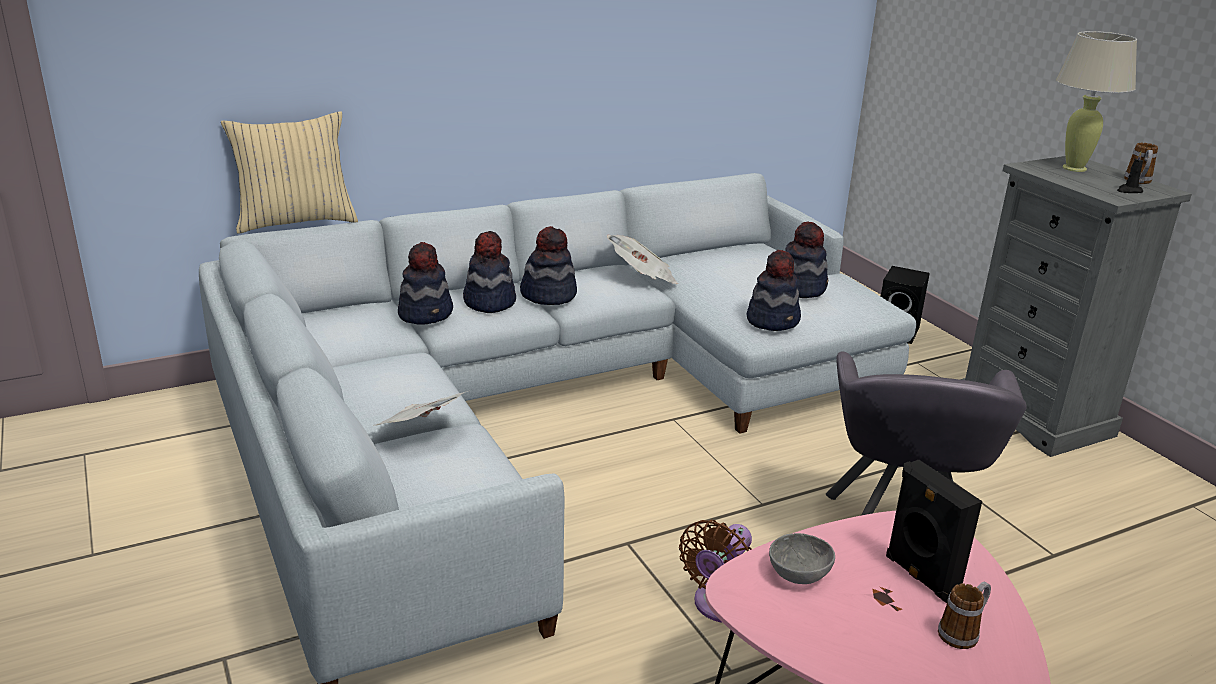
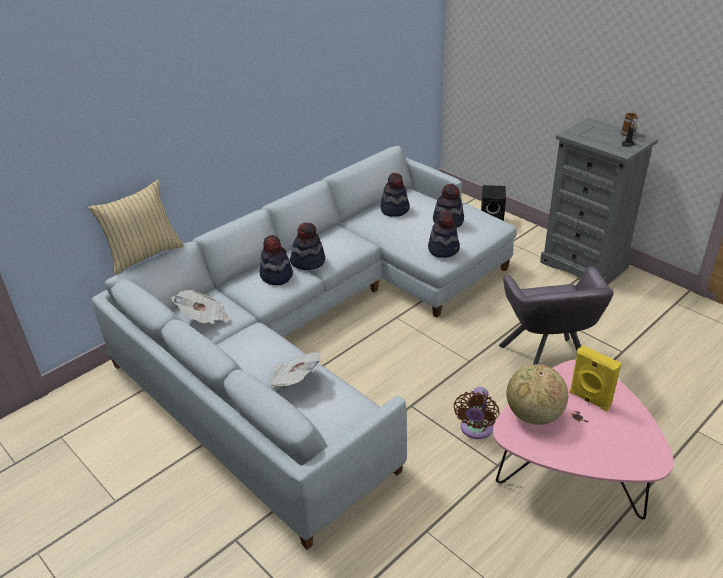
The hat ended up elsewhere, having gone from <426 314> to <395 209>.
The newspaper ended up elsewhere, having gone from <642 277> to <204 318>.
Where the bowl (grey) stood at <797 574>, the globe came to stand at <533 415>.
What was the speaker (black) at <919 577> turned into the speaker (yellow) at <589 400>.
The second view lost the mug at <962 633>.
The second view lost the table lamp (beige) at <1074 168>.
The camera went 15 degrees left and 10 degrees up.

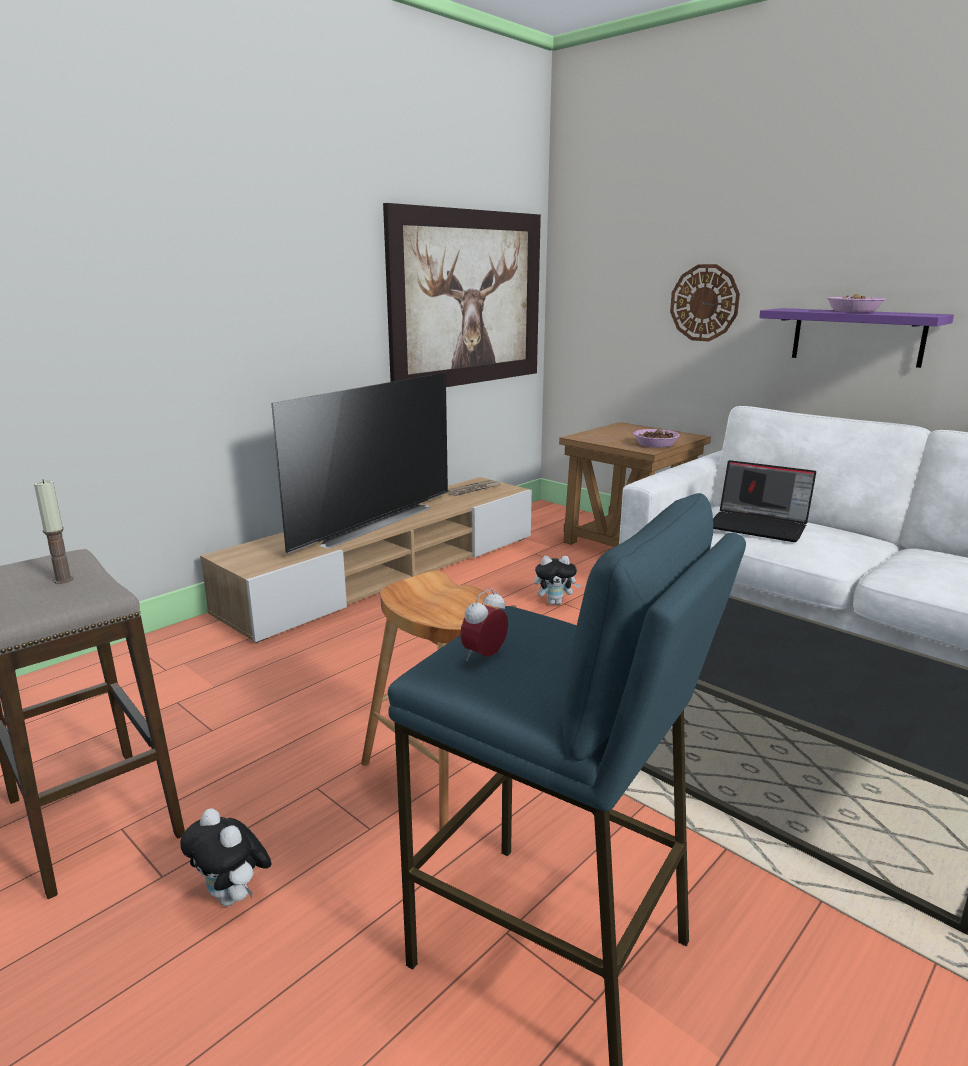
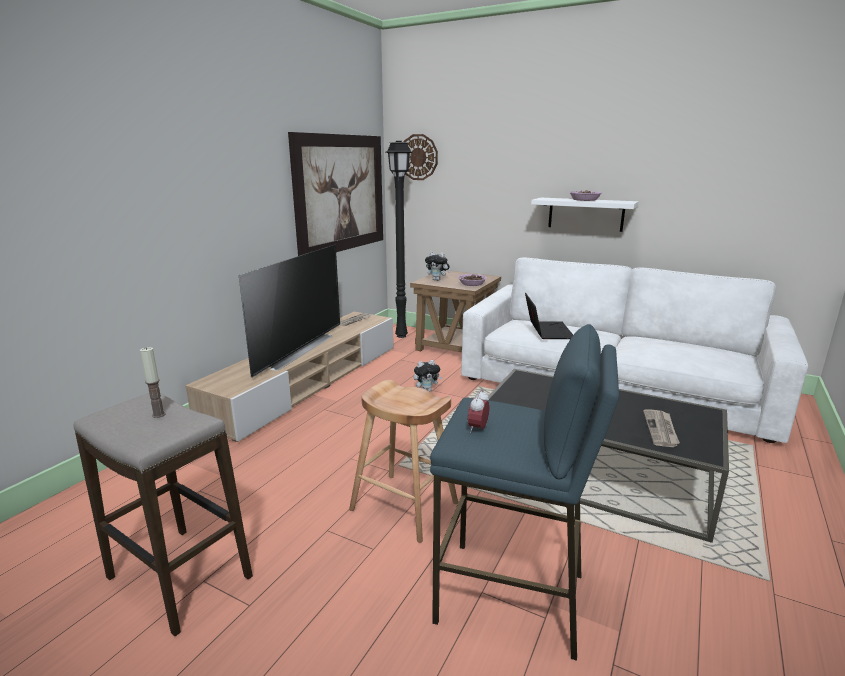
The plush toy ended up elsewhere, having gone from <233 897> to <437 280>.
The wall clock ended up elsewhere, having gone from <704 303> to <418 157>.
The laptop at <759 526> ended up facing another way, 105 degrees counterclockwise from before.
What was the shelf (purple) at <857 336> turned into the shelf (white) at <585 214>.
The second view gained the floor lamp (black) at <401 335>.
The second view gained the newspaper at <661 430>.
The camera went 15 degrees left and 0 degrees up.

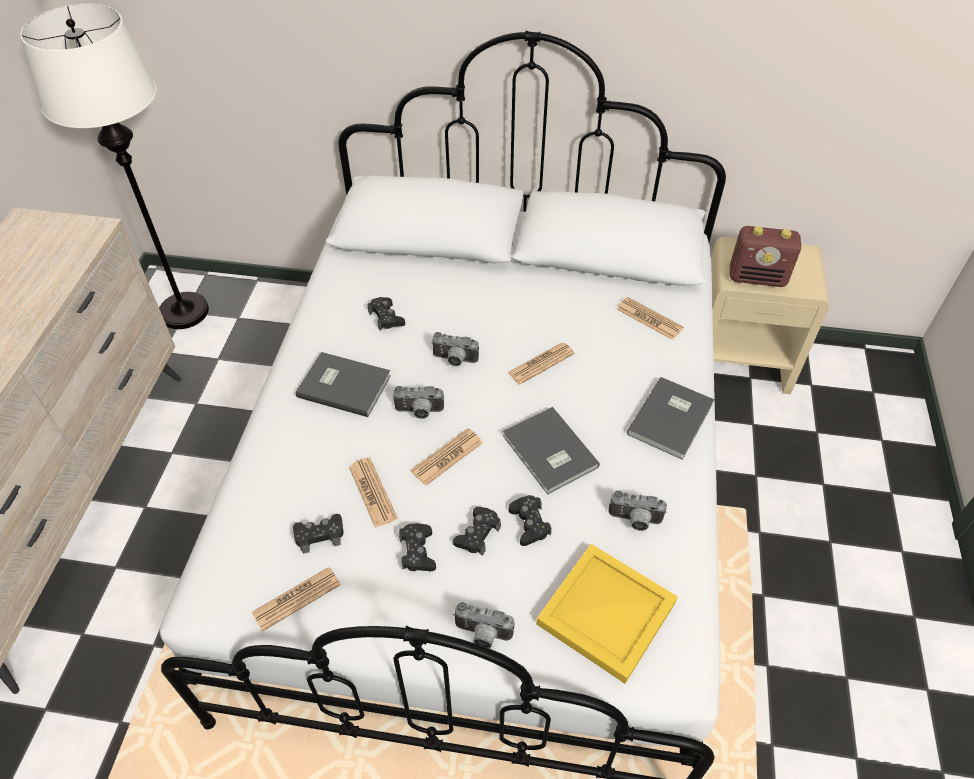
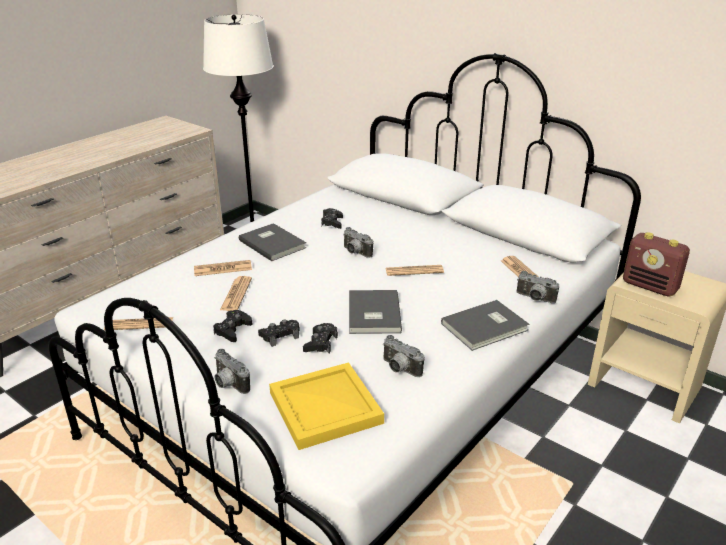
The second view lost the game controller (black) at <320 535>.
The photo camera ended up elsewhere, having gone from <419 412> to <534 299>.
The newspaper ended up elsewhere, having gone from <447 457> to <223 269>.
The camera went 30 degrees right and 20 degrees down.

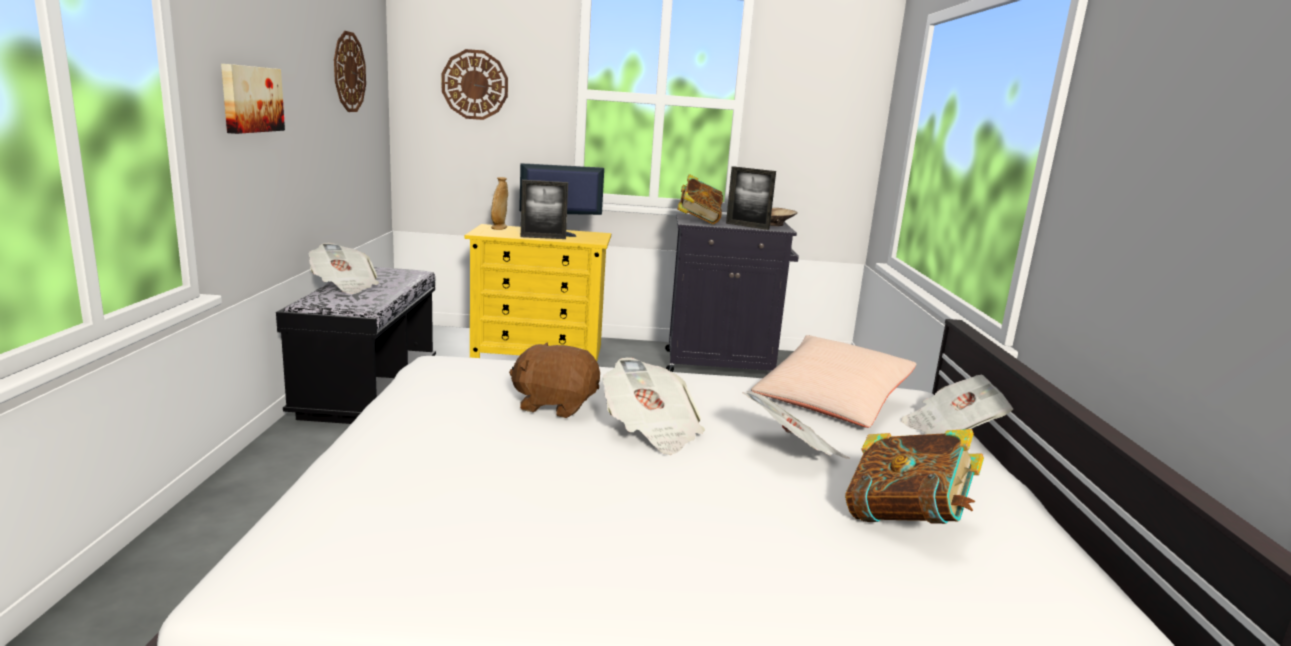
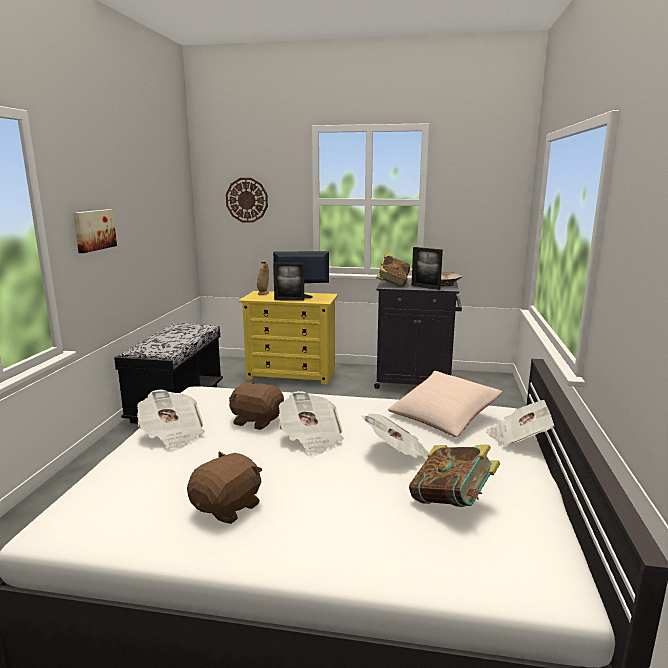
The newspaper ended up elsewhere, having gone from <344 286> to <172 435>.
The second view lost the wall clock at <349 72>.
The second view gained the plush toy (brown) at <228 507>.
The camera went 10 degrees right and 0 degrees up.

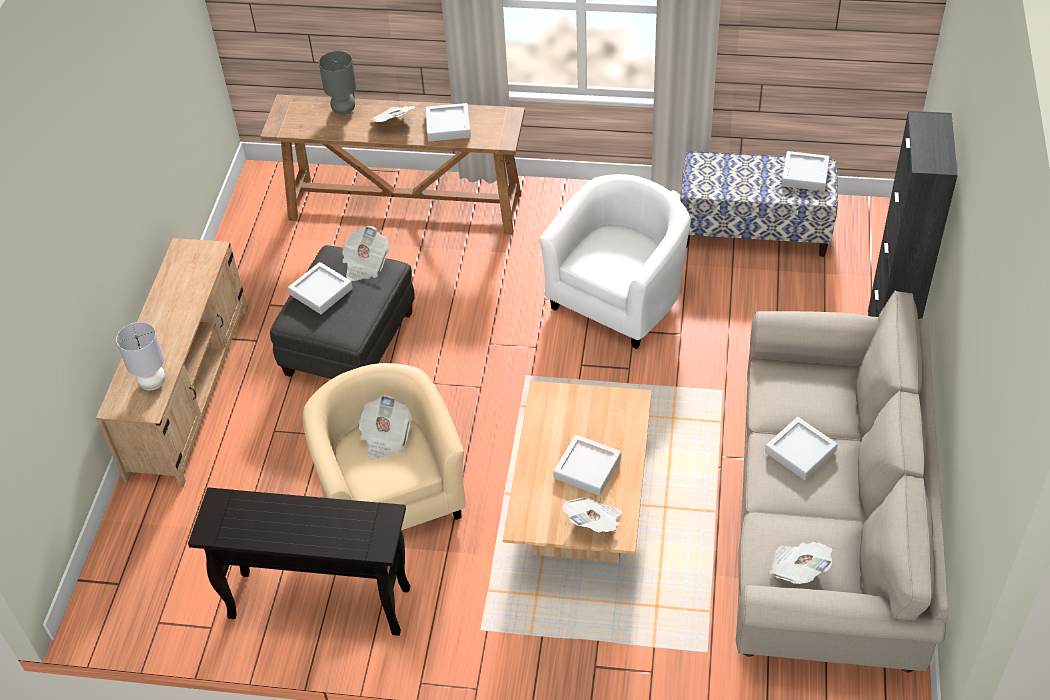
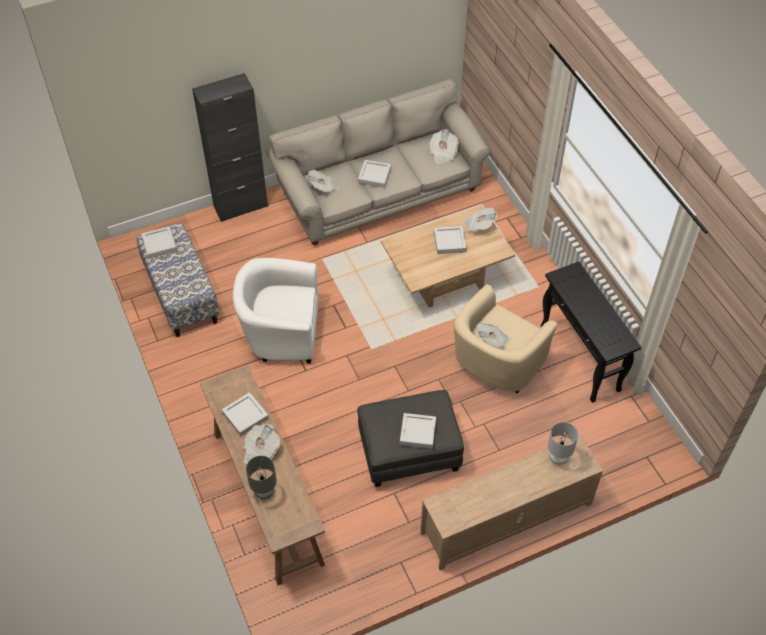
The newspaper ended up elsewhere, having gone from <365 264> to <323 187>.
The camera went 125 degrees left and 5 degrees up.

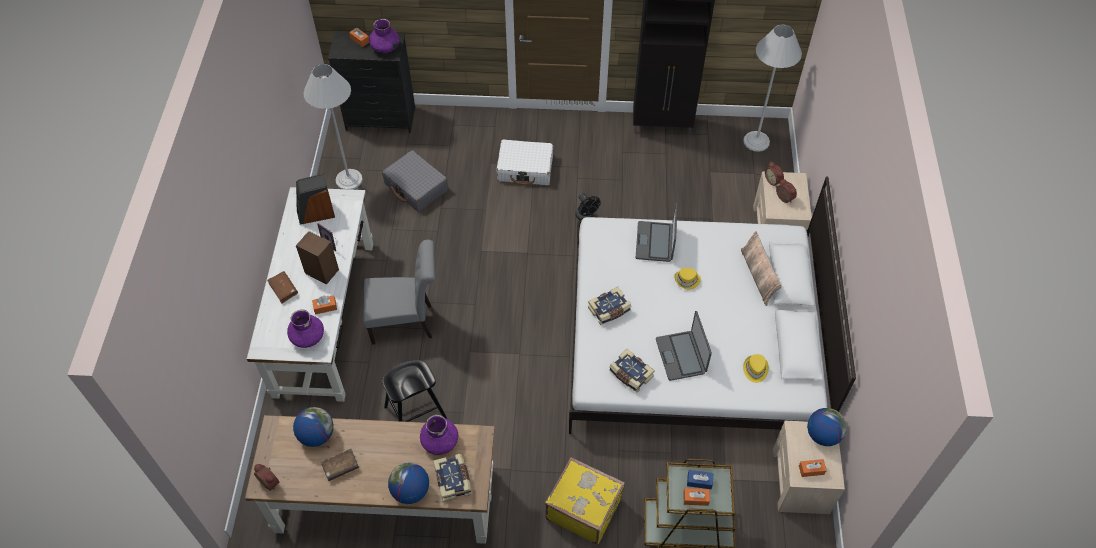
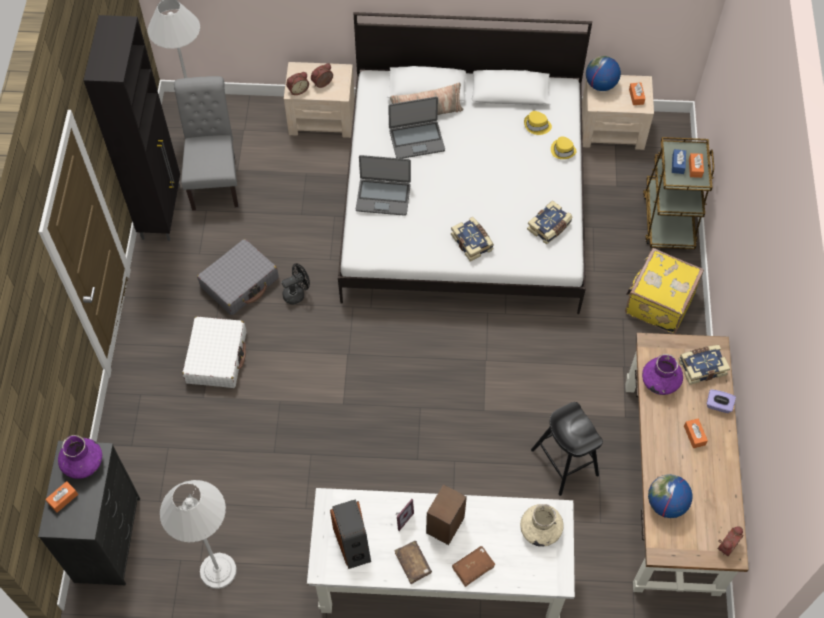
What was the vase (purple) at <307 336> turned into the vase (beige) at <540 530>.
The tissue box (orange) ended up elsewhere, having gone from <325 307> to <694 435>.
The book (brown) ended up elsewhere, having gone from <340 467> to <413 563>.
The chair (grey) ended up elsewhere, having gone from <406 323> to <215 179>.
The suitcase (grey) ended up elsewhere, having gone from <416 187> to <240 283>.
Where the globe stood at <410 491>, the tissue box (purple) came to stand at <718 405>.
The laptop ended up elsewhere, having gone from <681 356> to <416 140>.
The hat (yellow) ended up elsewhere, having gone from <687 280> to <563 150>.
The camera went 90 degrees left and 5 degrees up.

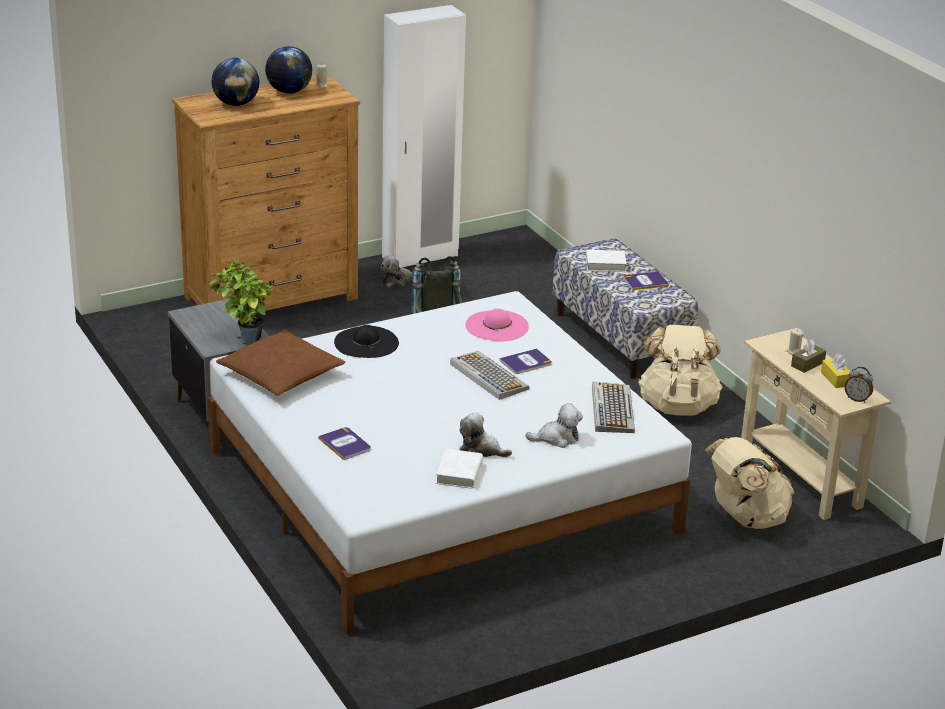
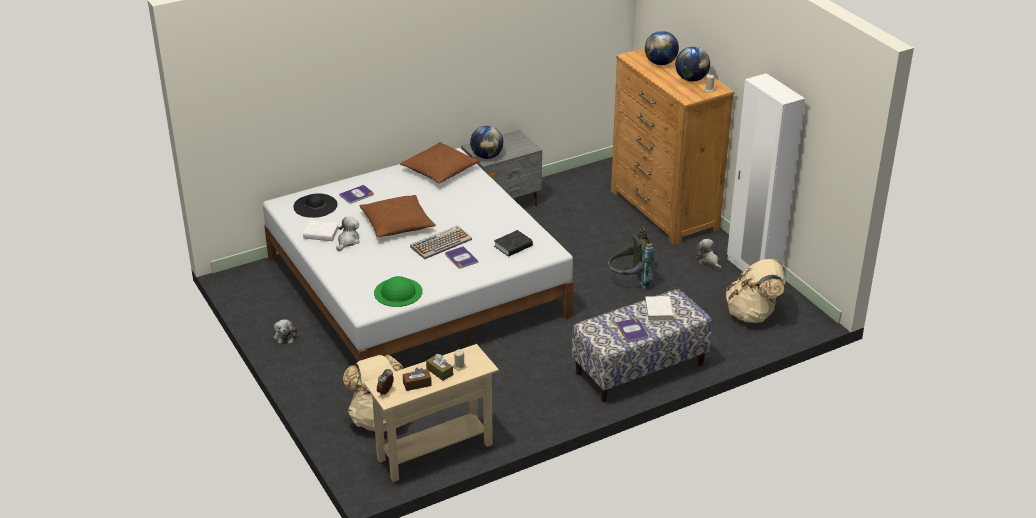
Where the potted plant stood at <245 338>, the globe came to stand at <487 156>.
The hat (black) ended up elsewhere, having gone from <366 342> to <315 206>.
Where the hat (pink) stood at <497 326>, the book (black) came to stand at <513 246>.
The plush toy ended up elsewhere, having gone from <557 438> to <285 336>.
Where the keyboard stood at <612 409>, the hat (green) came to stand at <398 292>.
The backpack (beige) ended up elsewhere, having gone from <678 405> to <753 314>.
What was the tissue box (yellow) at <835 379> turned into the tissue box (brown) at <417 384>.
The second view gained the pillow (brown) at <397 223>.
The camera went 90 degrees right and 5 degrees up.

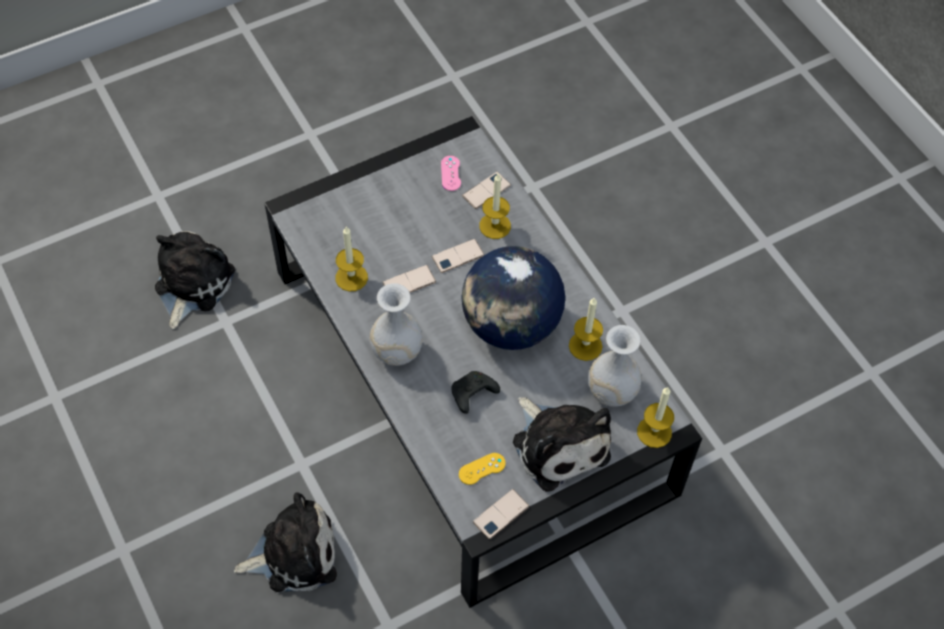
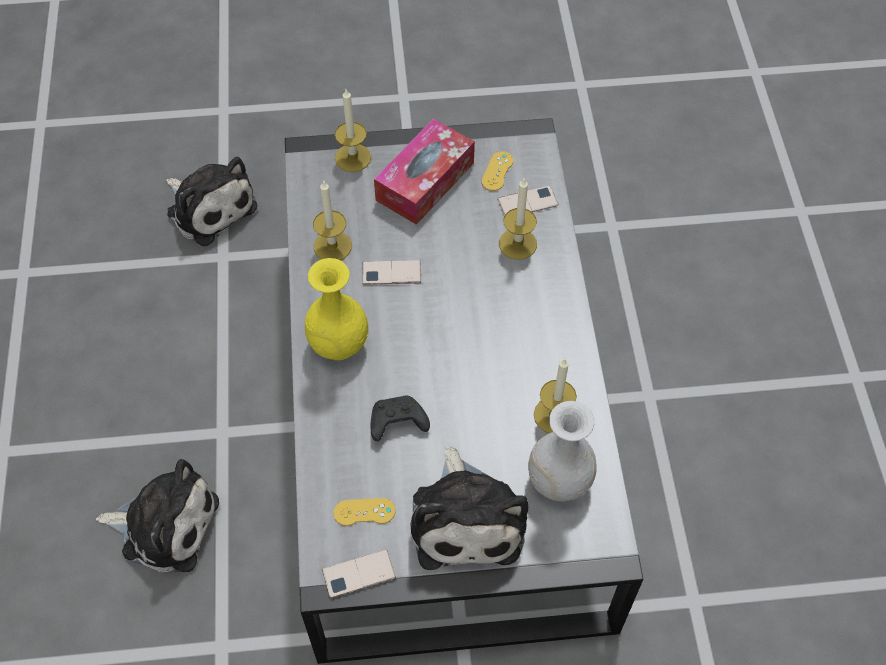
The plush toy at <191 284> ended up facing another way, 90 degrees clockwise from before.
What was the vase (white) at <396 351> turned into the vase (yellow) at <338 343>.
The second view lost the phone at <458 256>.
What was the game controller (pink) at <451 173> turned into the game controller (yellow) at <497 171>.
The second view lost the globe at <511 325>.
The candle ended up elsewhere, having gone from <654 432> to <353 157>.
The second view gained the tissue box at <425 181>.
The camera went 25 degrees right and 0 degrees up.

